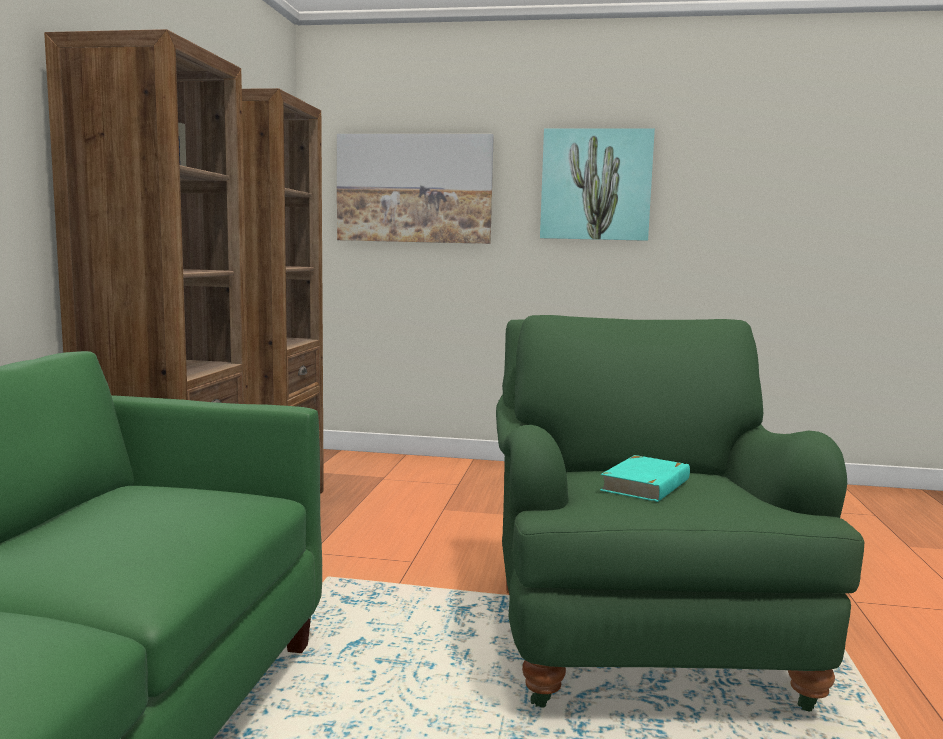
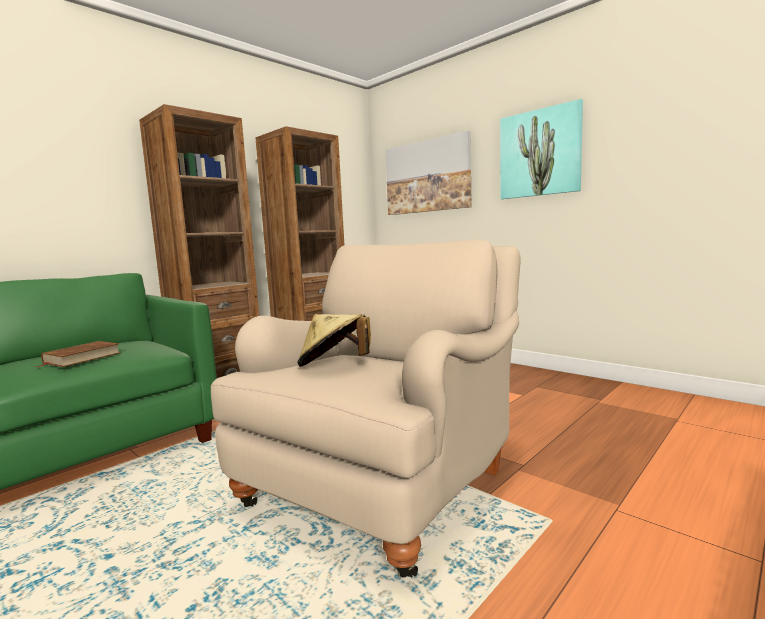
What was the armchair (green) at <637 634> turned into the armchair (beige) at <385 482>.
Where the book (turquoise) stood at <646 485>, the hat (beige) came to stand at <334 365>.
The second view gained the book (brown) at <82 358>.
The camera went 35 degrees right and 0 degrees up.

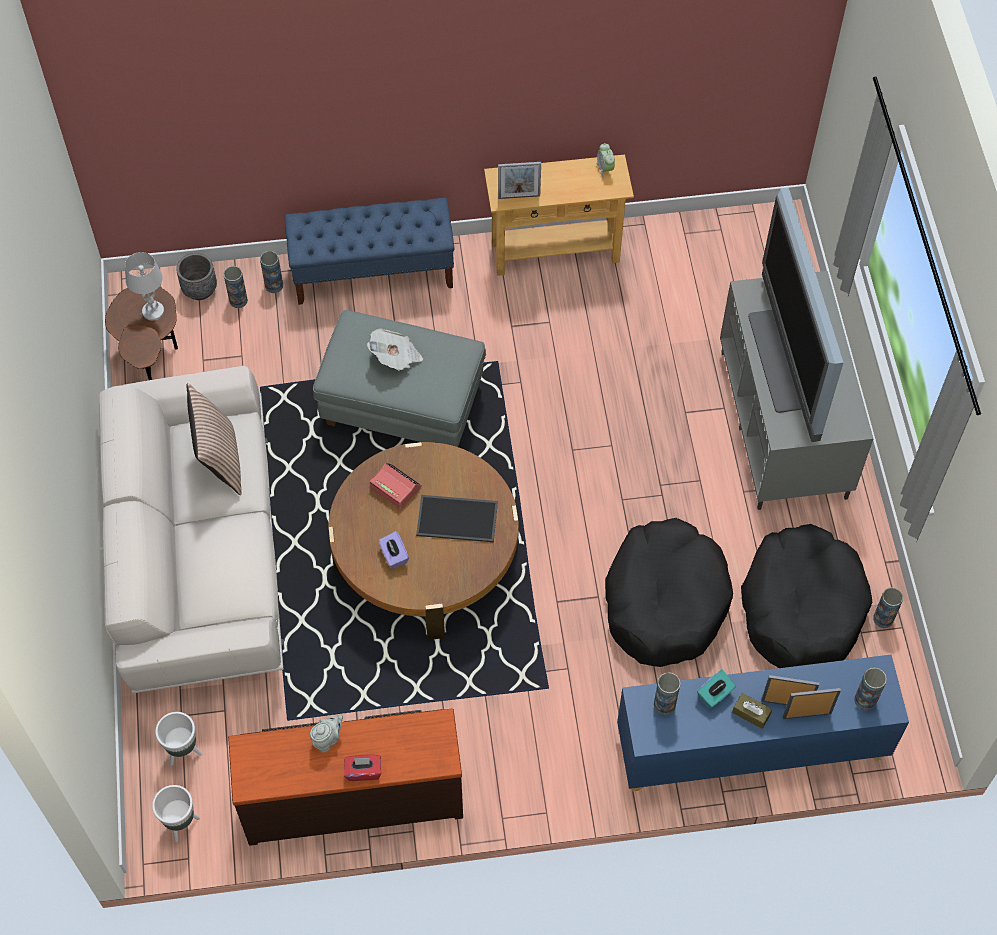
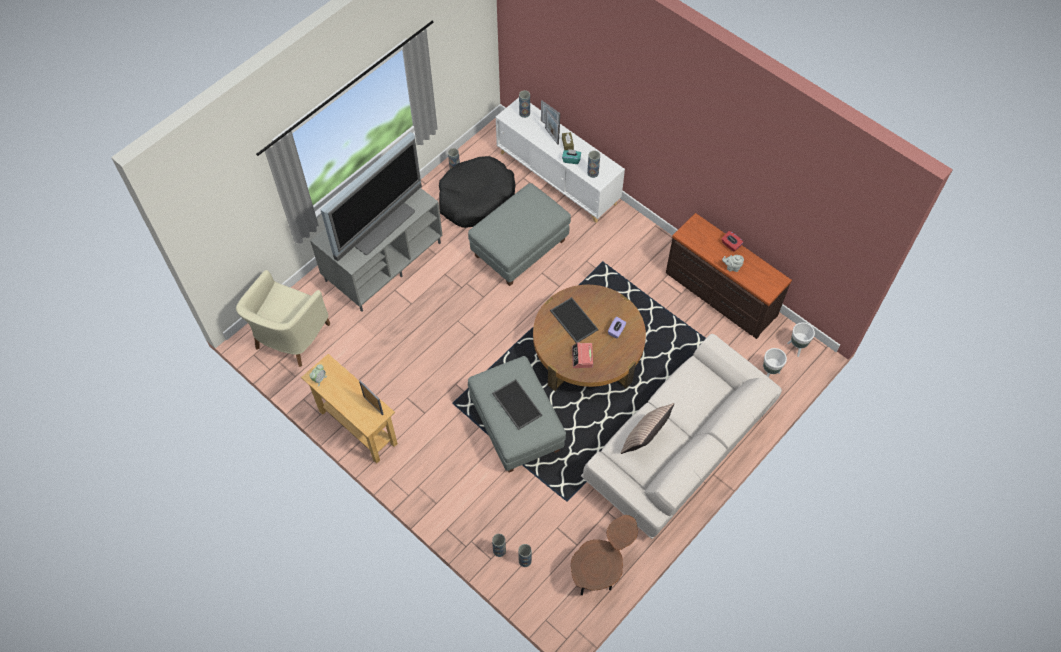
The second view lost the table lamp (white) at <153 311>.
The second view lost the planter (grey) at <200 290>.
The second view lost the bench (blue) at <373 273>.
Where the newspaper stood at <396 357>, the tray came to stand at <516 404>.
Where the dog bed (black) stood at <665 601>, the ottoman (grey) came to stand at <520 247>.
What was the cabinet (blue) at <750 747> turned into the cabinet (white) at <558 178>.
The second view gained the armchair (beige) at <290 337>.
The camera went 130 degrees left and 0 degrees up.

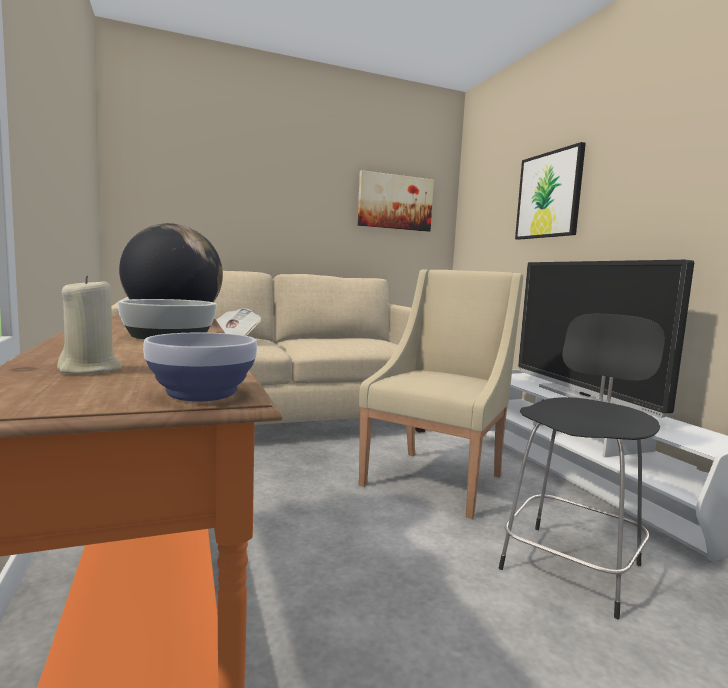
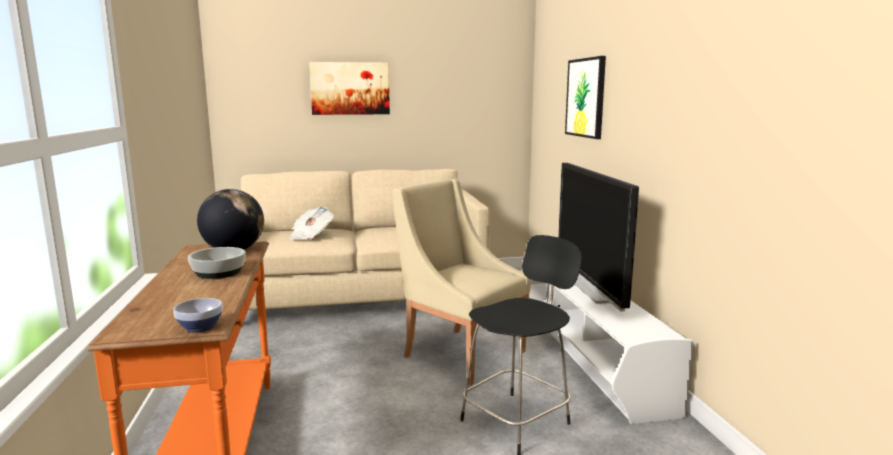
The second view lost the candle (beige) at <90 369>.
The picture ended up elsewhere, having gone from <395 202> to <350 88>.
The armchair (beige) at <436 479> ended up facing another way, 90 degrees counterclockwise from before.
The camera went 10 degrees right and 5 degrees up.

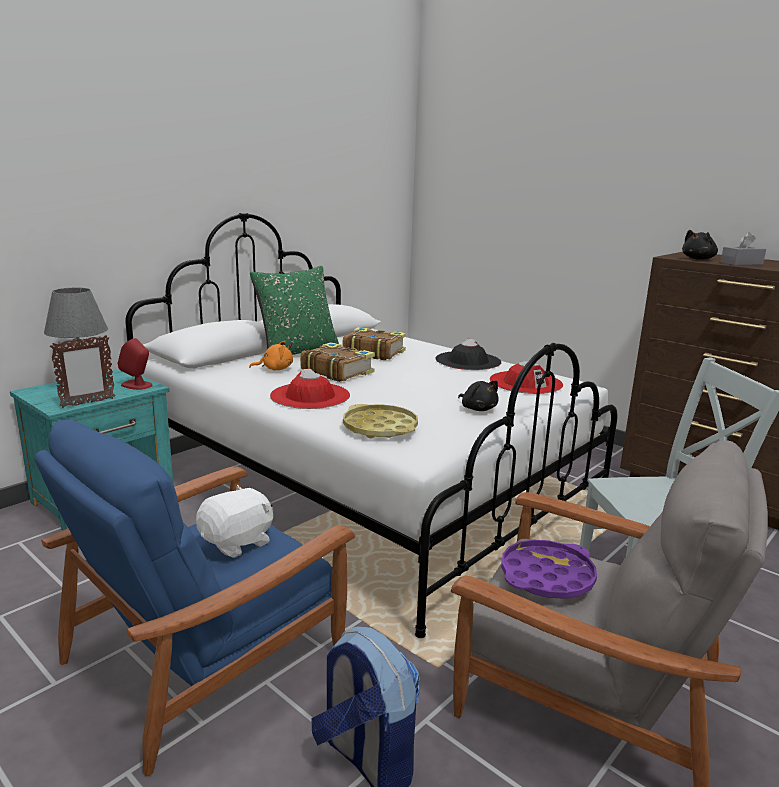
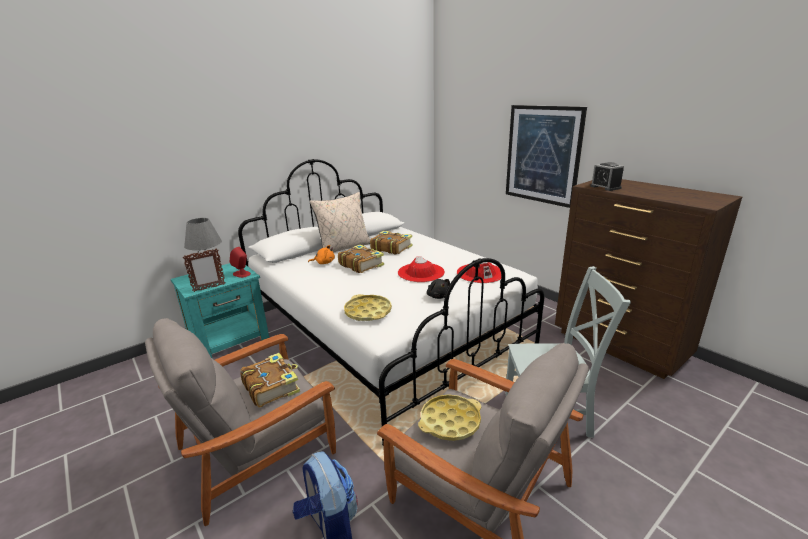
What was the armchair (blue) at <207 656> turned into the armchair (grey) at <258 449>.
Where the plush toy (white) stood at <237 542>, the book came to stand at <271 386>.
What was the pillow (green) at <298 351> turned into the pillow (beige) at <344 247>.
The hat (red) ended up elsewhere, having gone from <310 396> to <421 272>.
The second view lost the hat (black) at <468 361>.
What was the tray (purple) at <546 576> turned into the tray (yellow) at <450 421>.
Where the plush toy (black) stood at <699 259>, the alarm clock came to stand at <605 187>.
The second view lost the tissue box (grey) at <741 263>.
The second view gained the picture at <542 155>.
The camera went 10 degrees right and 5 degrees up.

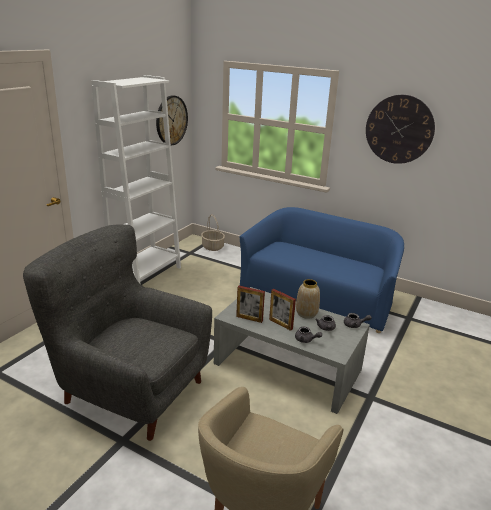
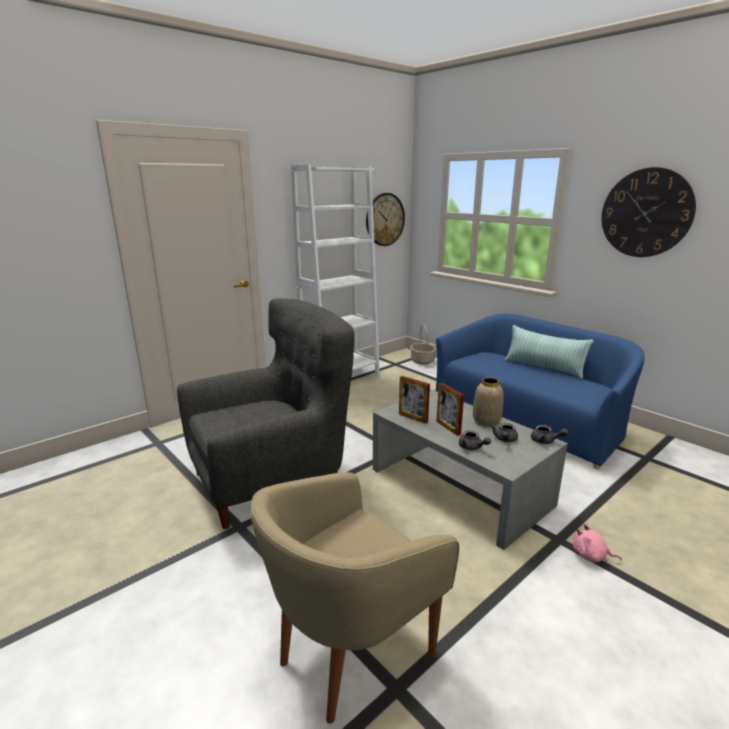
The armchair (grey) at <130 389> ended up facing another way, 105 degrees clockwise from before.
The second view gained the pillow at <544 367>.
The second view gained the plush toy (pink) at <591 556>.
The camera went 20 degrees right and 5 degrees down.

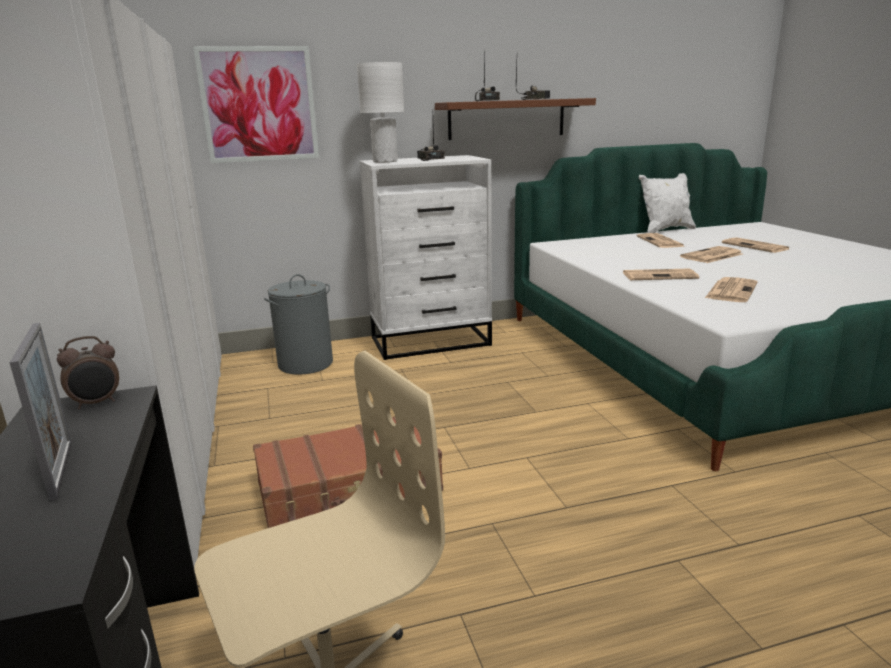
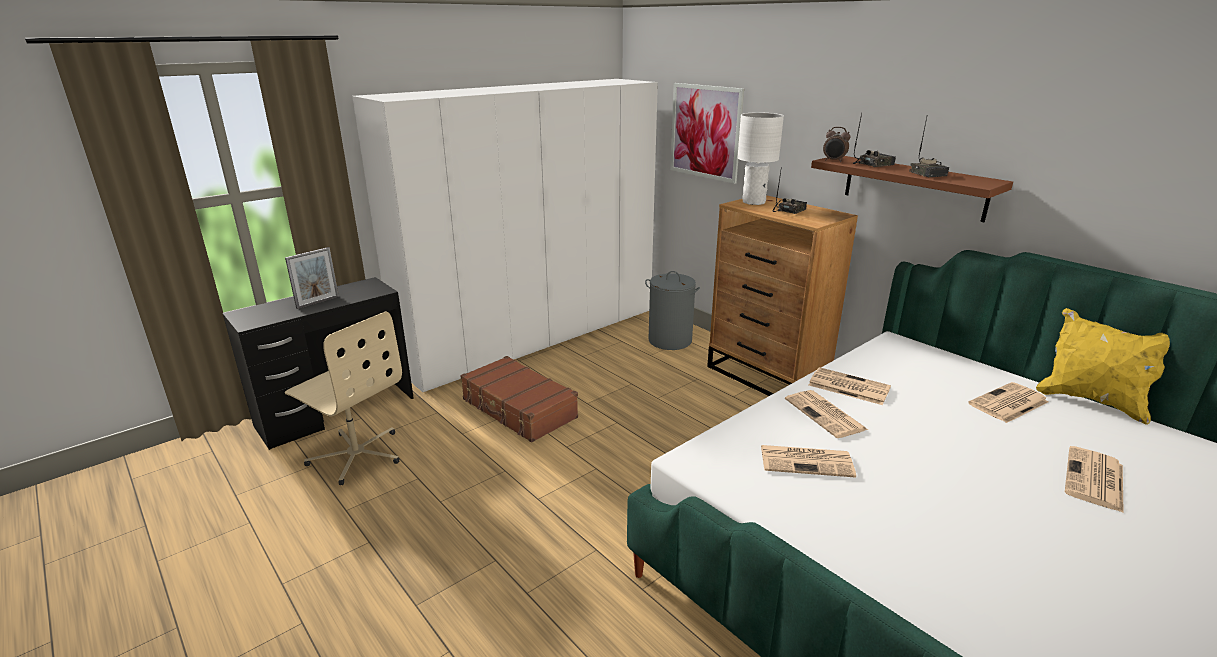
The alarm clock ended up elsewhere, having gone from <97 403> to <834 161>.
What was the dresser (white) at <431 341> turned into the dresser (brown) at <767 376>.
What was the pillow (white) at <665 230> turned into the pillow (yellow) at <1091 401>.
The newspaper ended up elsewhere, having gone from <711 256> to <847 386>.
The camera went 65 degrees right and 5 degrees up.

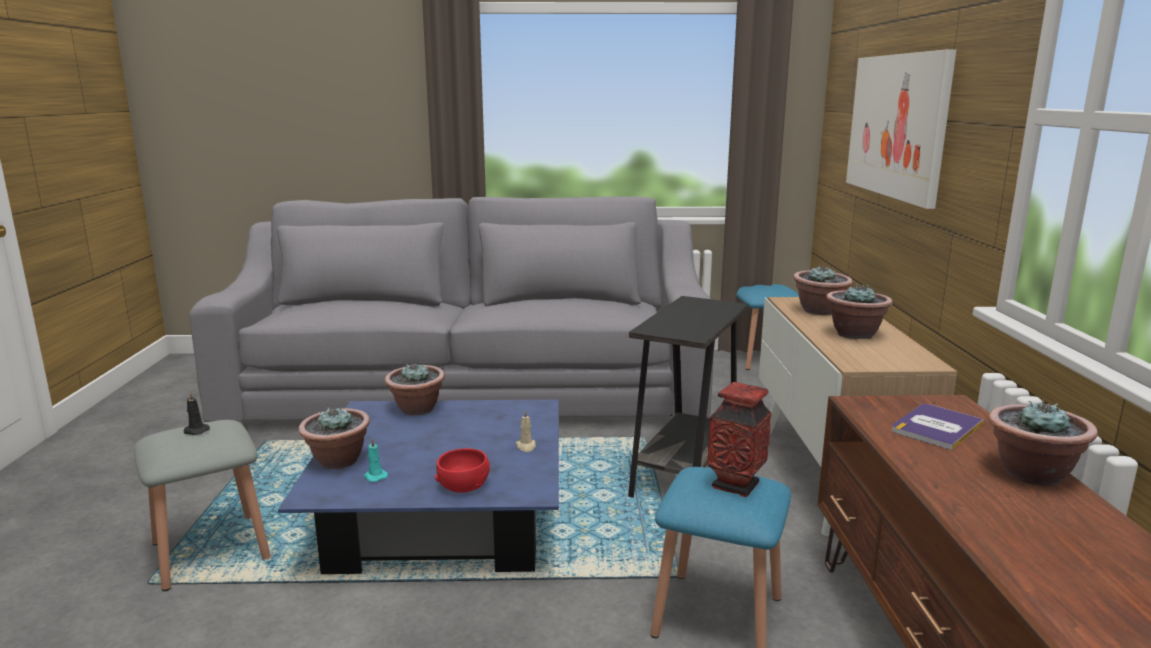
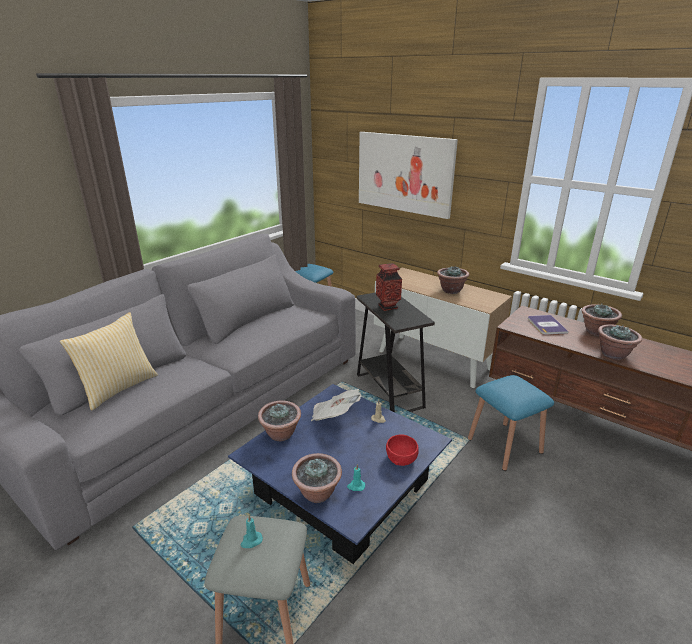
What was the candle (black) at <195 431> turned into the candle (turquoise) at <251 541>.
The vase ended up elsewhere, having gone from <736 485> to <387 306>.
The potted plant ended up elsewhere, having gone from <819 311> to <613 354>.
The second view gained the pillow at <118 388>.
The second view gained the newspaper at <334 416>.
The camera went 50 degrees left and 10 degrees up.

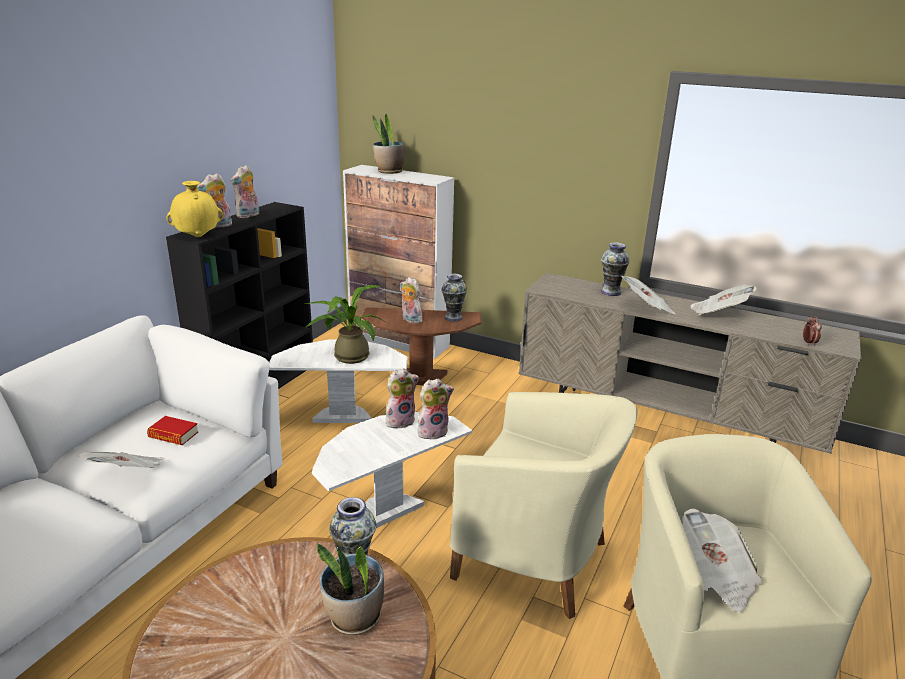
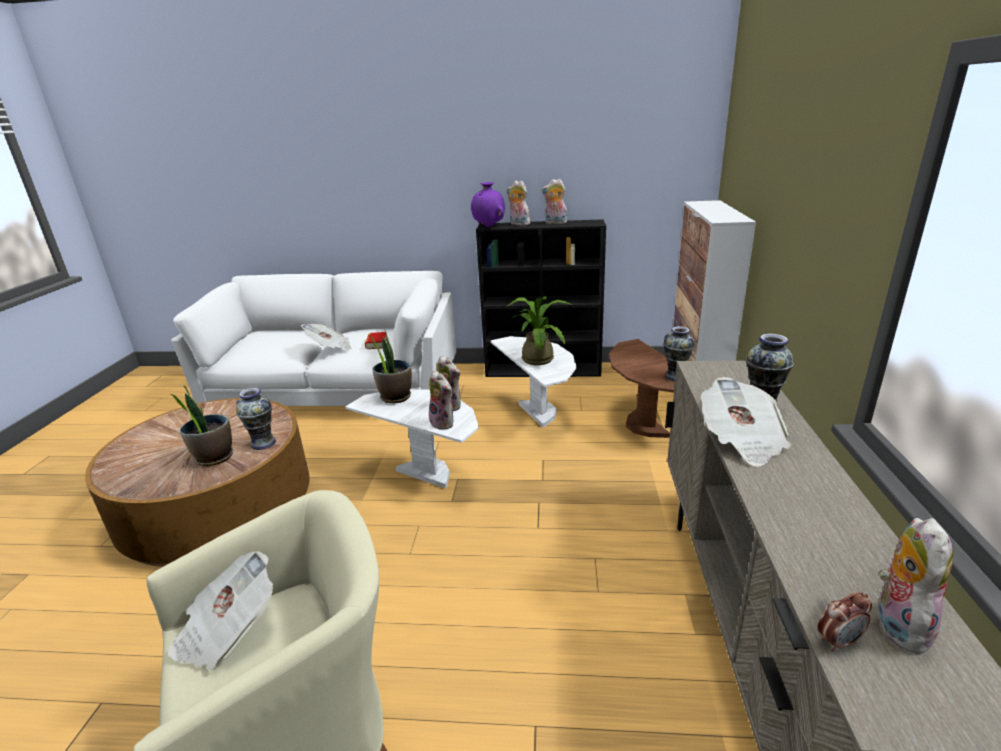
What was the vase (yellow) at <198 236> turned into the vase (purple) at <489 226>.
The potted plant ended up elsewhere, having gone from <389 171> to <395 397>.
The plush toy ended up elsewhere, having gone from <410 320> to <897 623>.
The second view lost the armchair (beige) at <535 559>.
The second view lost the newspaper at <718 313>.
The camera went 70 degrees right and 0 degrees up.

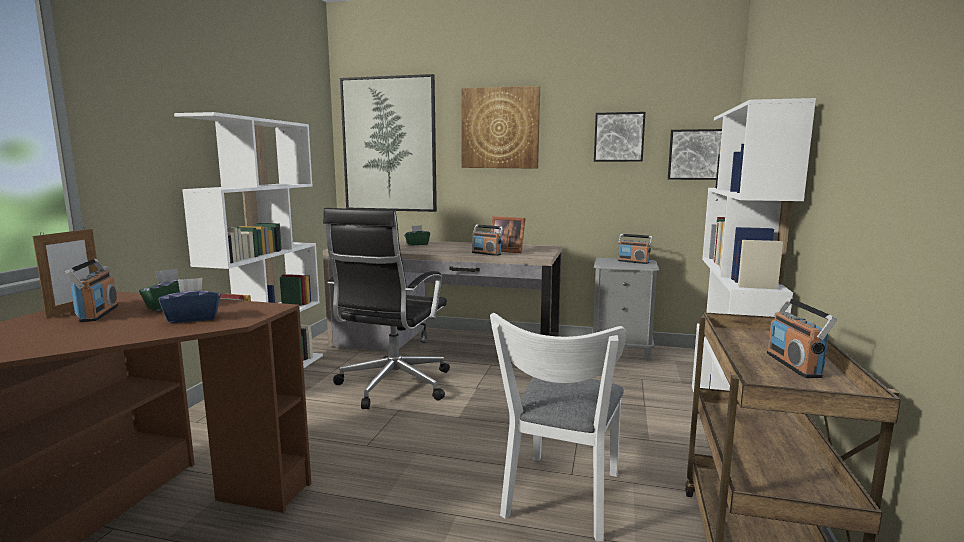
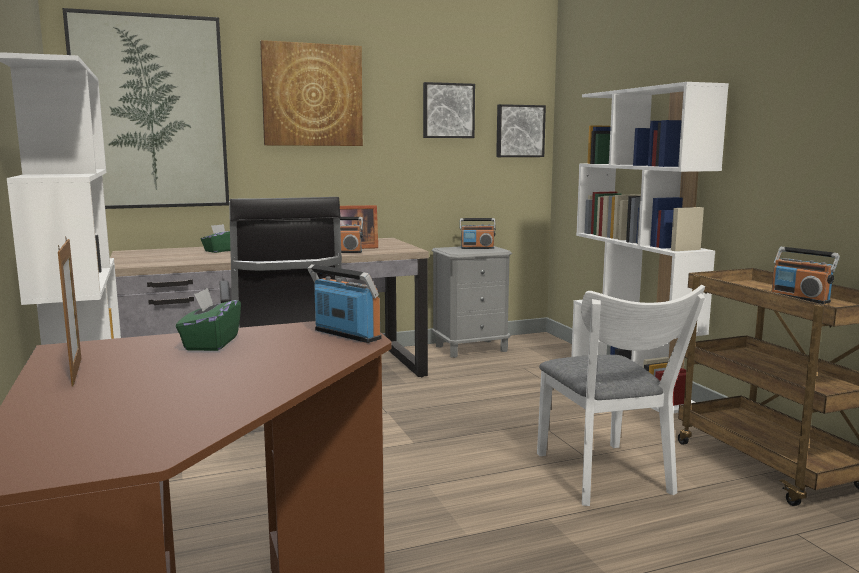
The radio ended up elsewhere, having gone from <98 314> to <346 335>.
The second view lost the tissue box (blue) at <193 318>.
The camera went 35 degrees left and 0 degrees up.

